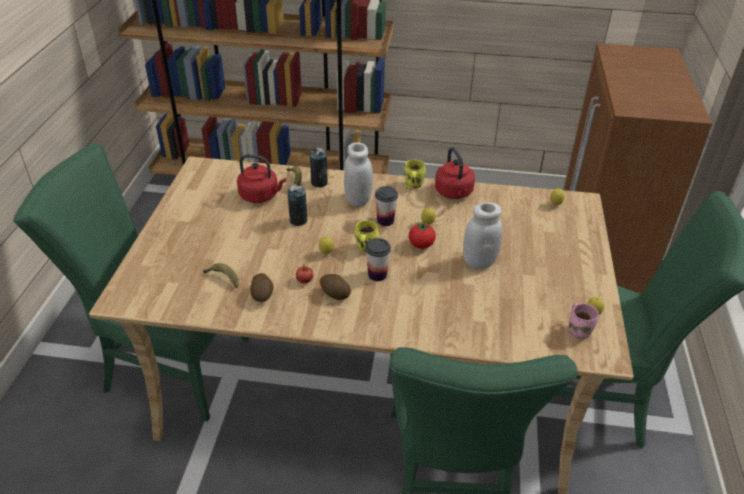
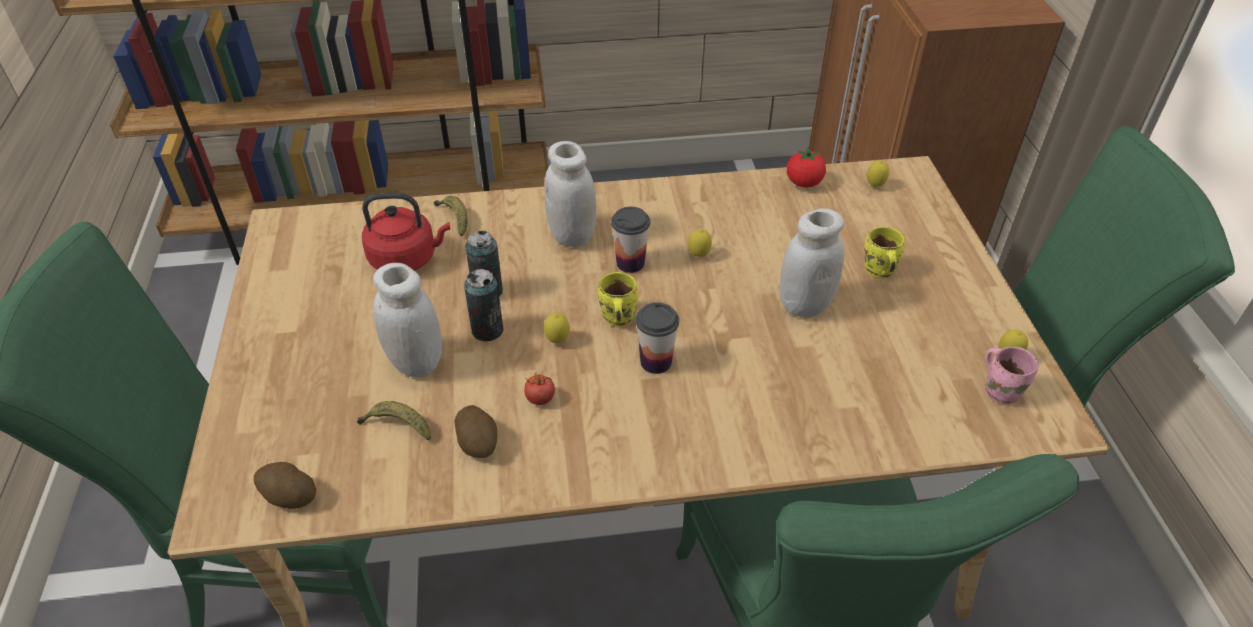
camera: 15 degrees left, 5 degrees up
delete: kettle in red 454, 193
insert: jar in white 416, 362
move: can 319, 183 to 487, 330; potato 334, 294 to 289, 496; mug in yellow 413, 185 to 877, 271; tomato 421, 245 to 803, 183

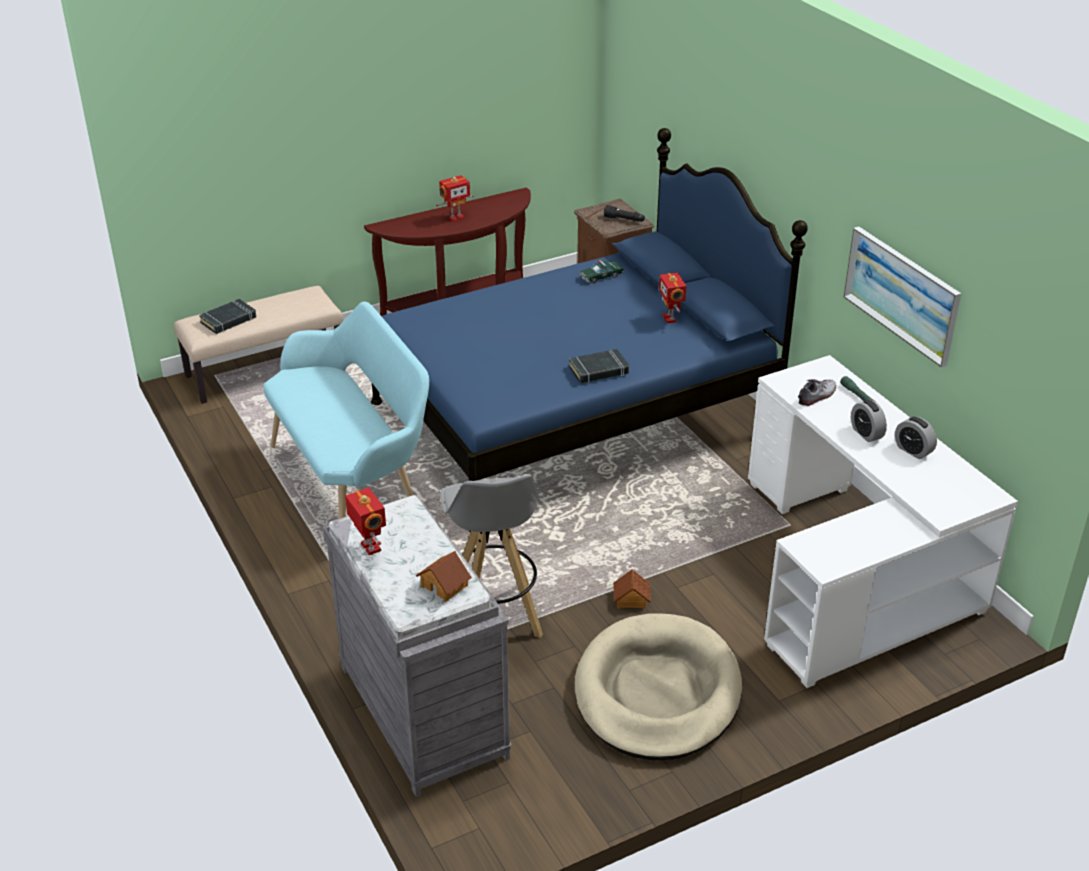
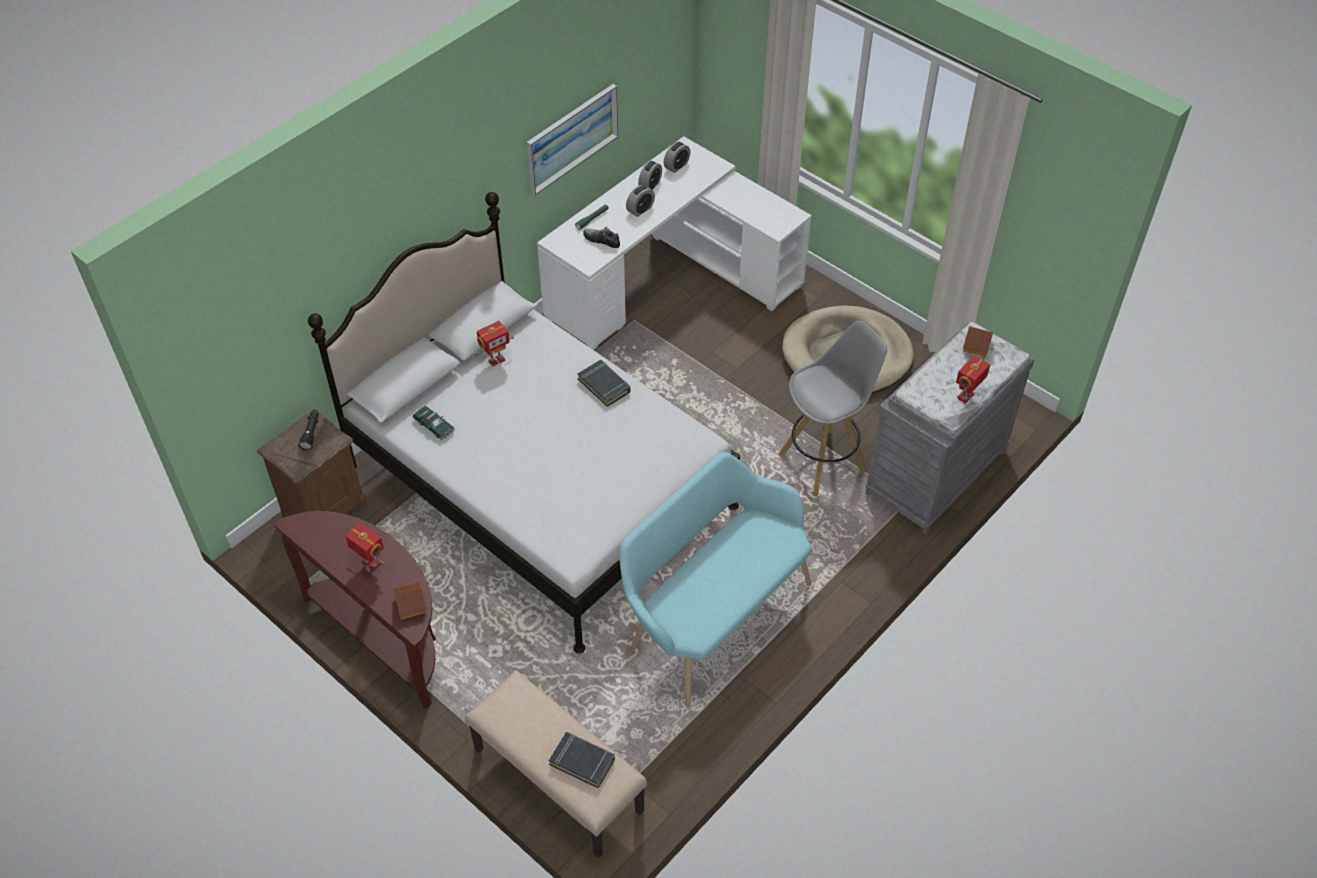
camera: 110 degrees left, 15 degrees up
insert: alarm clock 676, 166
move: toy house 631, 599 to 411, 605
recolor: bed in blue 575, 416 to bed in white 541, 485

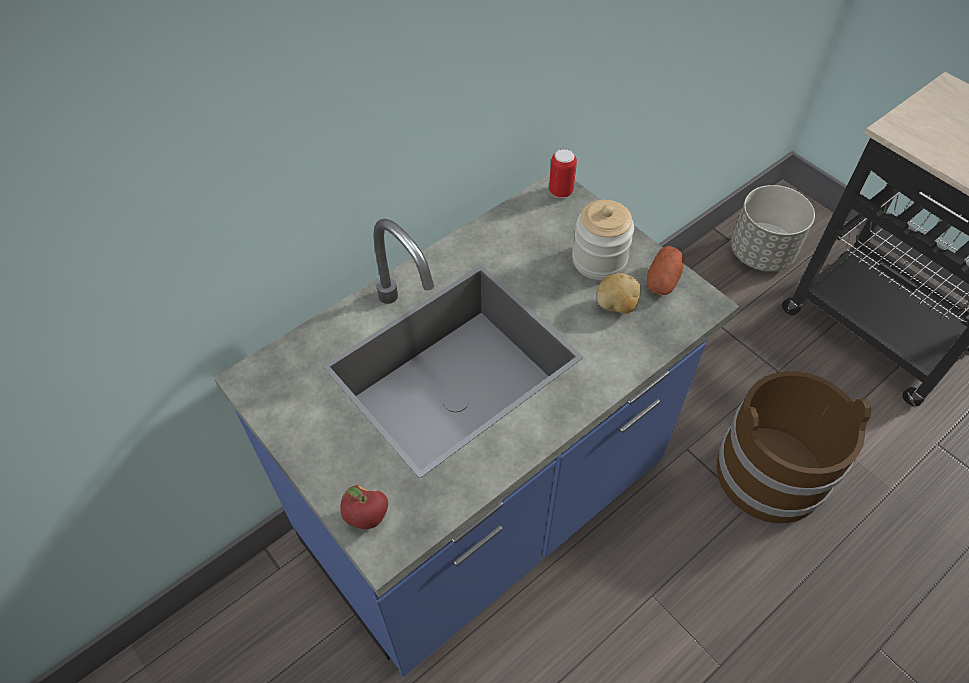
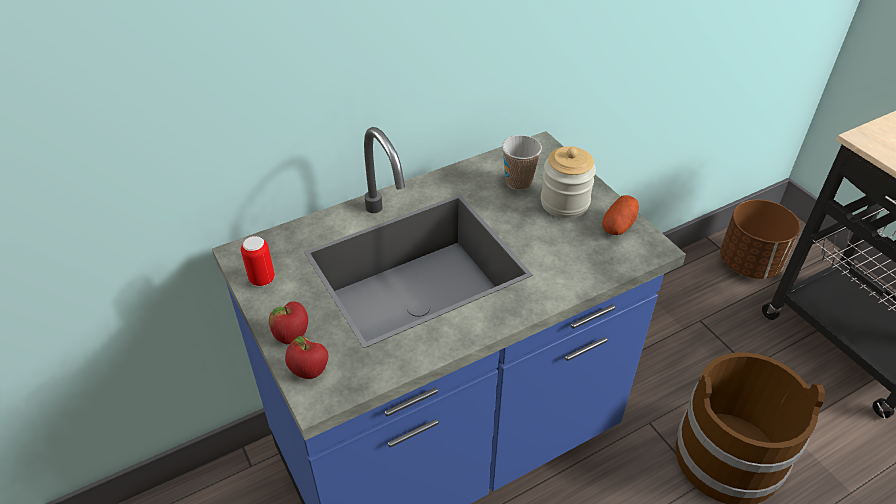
camera: 10 degrees right, 10 degrees down
delete: potato 616, 306
insert: apple 292, 337; cup 518, 182
move: can 560, 191 to 262, 279
recolor: planter in grey 761, 253 to planter in brown 749, 263

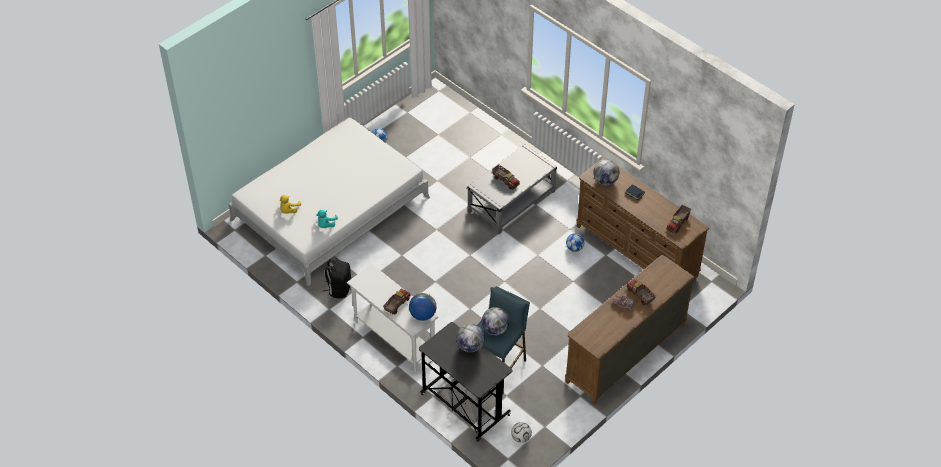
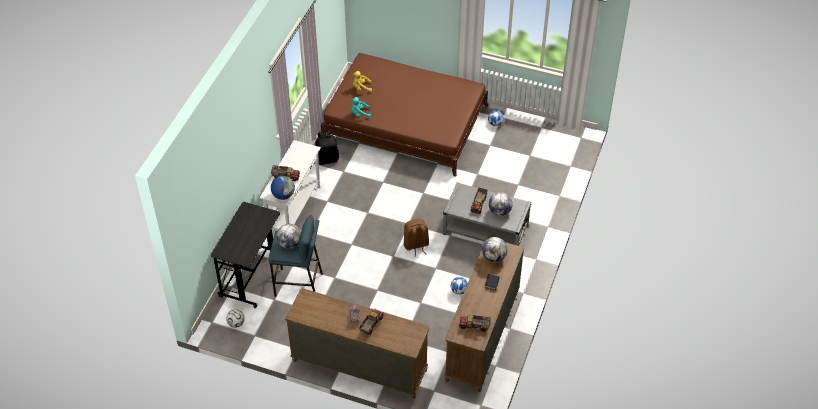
camera: 65 degrees right, 0 degrees up
insert: backpack in brown 416, 245
move: globe 470, 346 to 499, 211
recolor: bed in white 330, 208 to bed in brown 405, 123

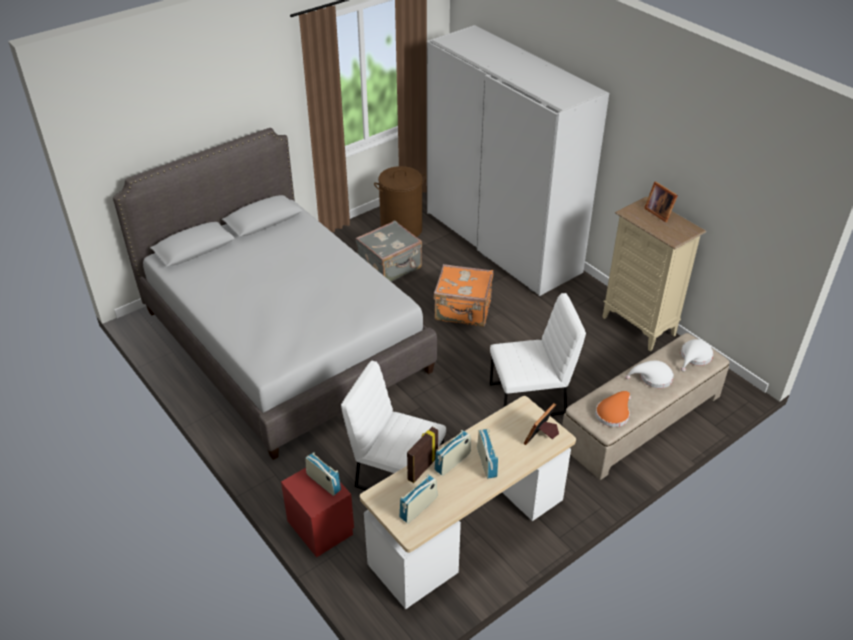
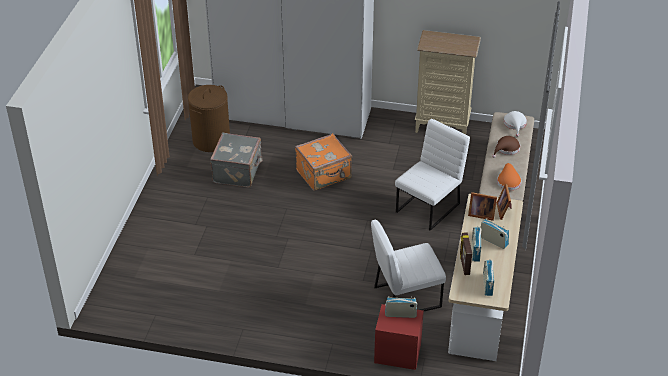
camera: 40 degrees left, 0 degrees up
delete: bed in grey 285, 340
move: picture frame 659, 212 to 480, 214
recolor: hat in white 653, 378 to hat in brown 506, 149

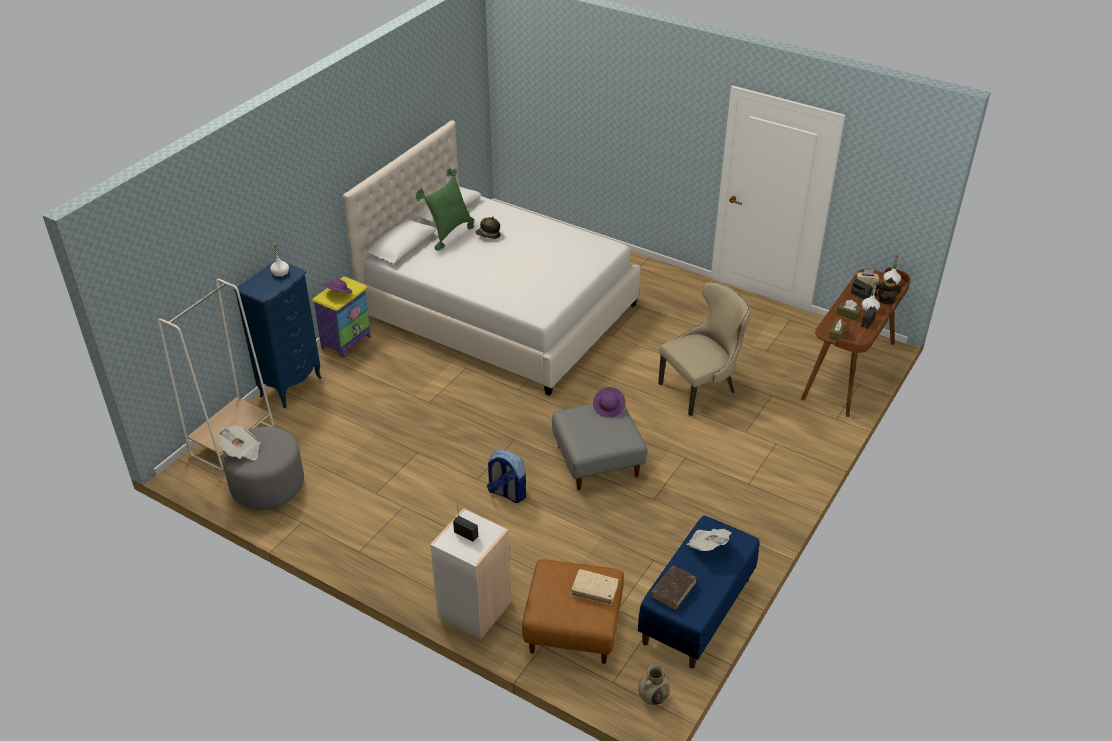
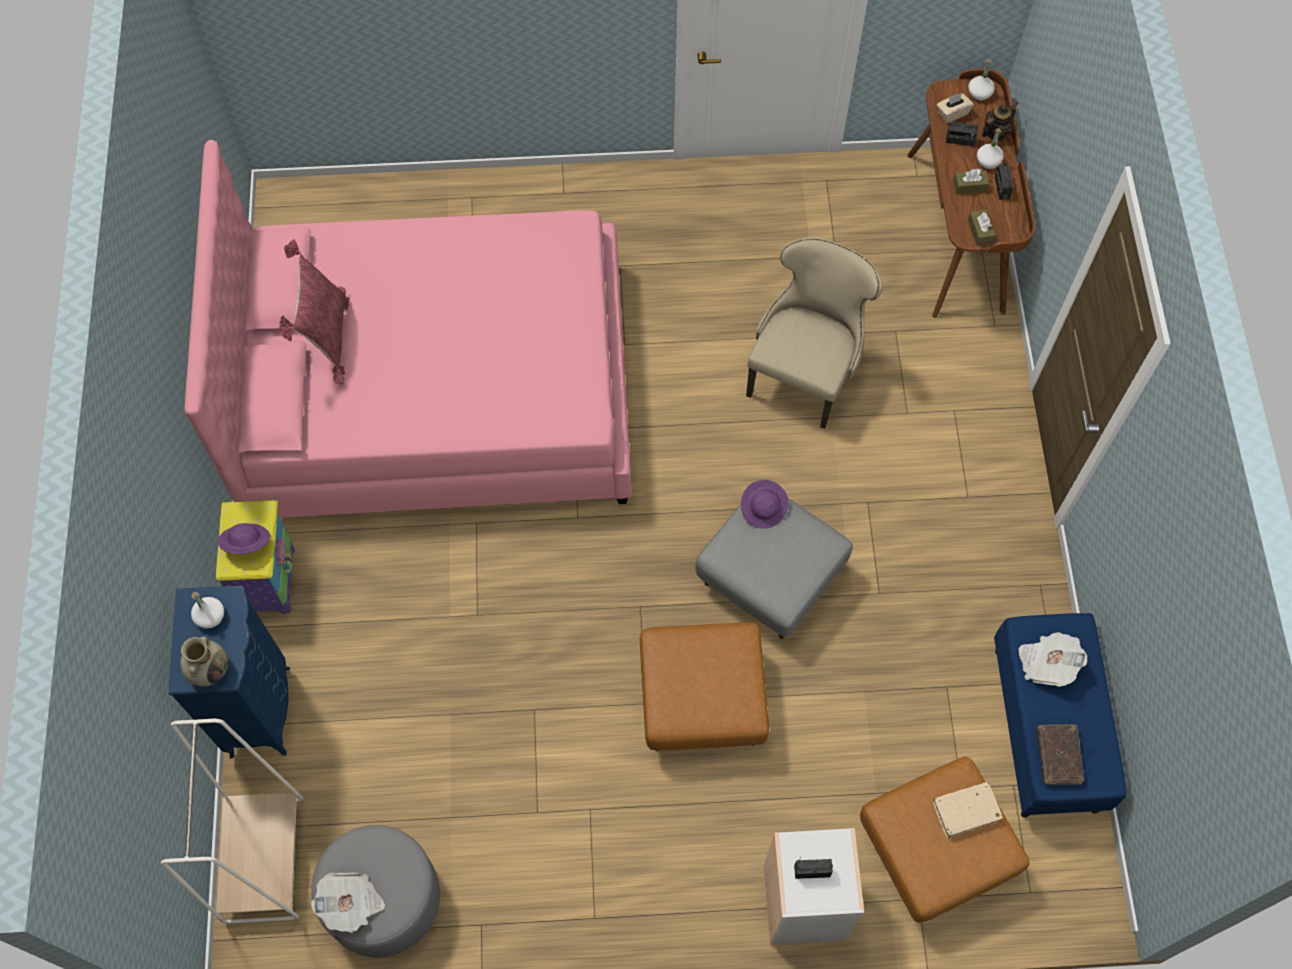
camera: 35 degrees left, 25 degrees up
delete: hat 488, 236
move: vase in beige 653, 697 to 210, 669
replace: backpack 506, 493 to ottoman in brown 700, 701
recolor: bed in white 499, 311 to bed in pink 438, 390; pillow in green 447, 236 to pillow in red 325, 341

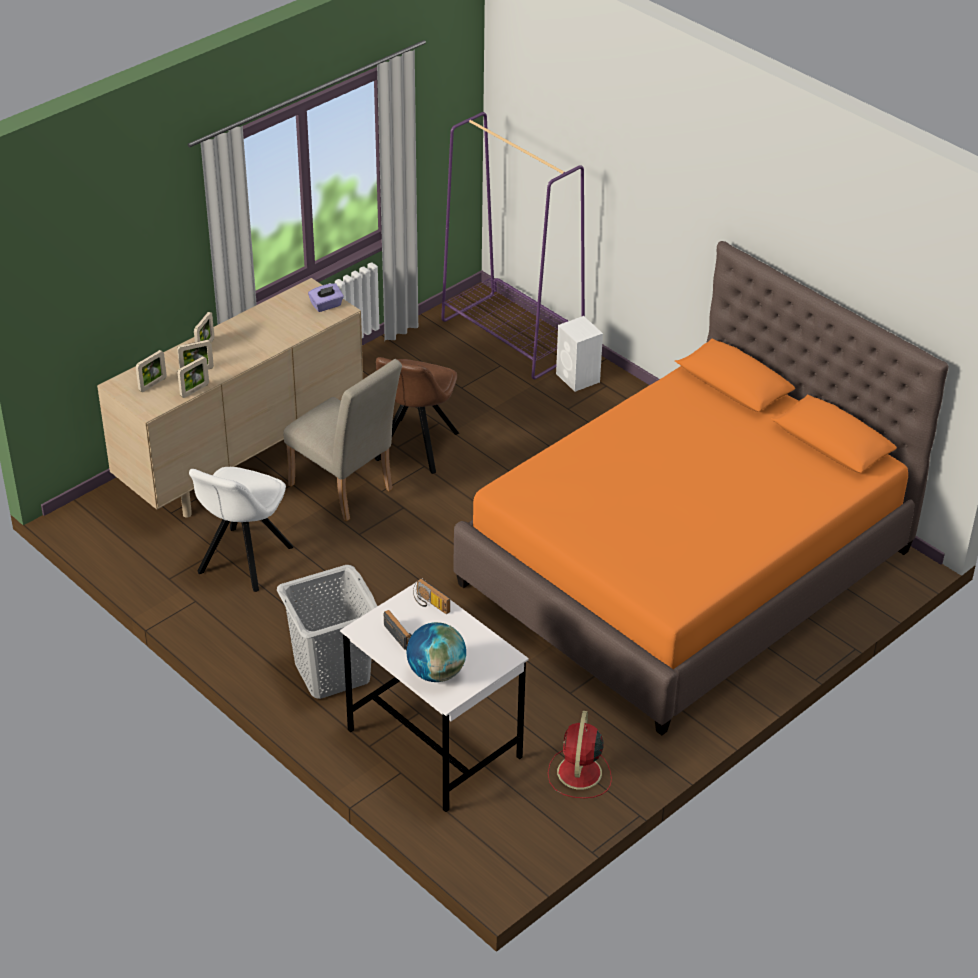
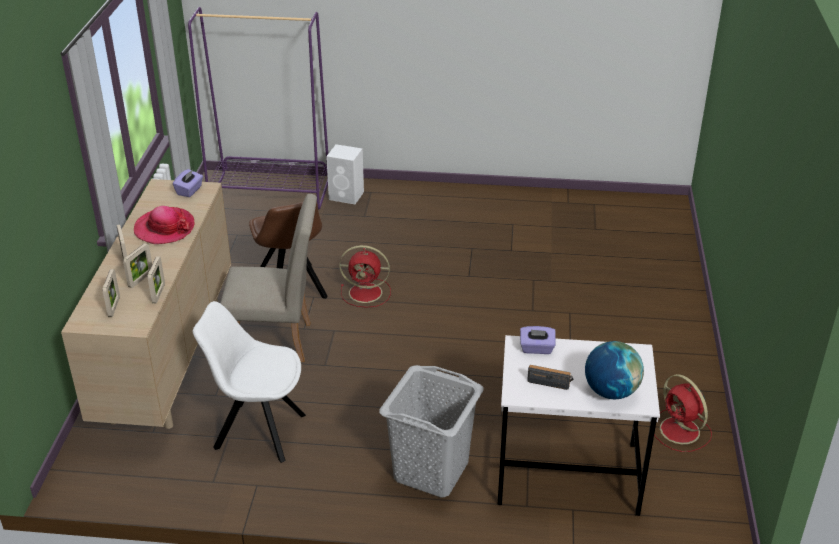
camera: 40 degrees left, 5 degrees down
delete: bed in orange 686, 567
insert: hat 164, 228; fan in red 367, 293
replace: radio 429, 604 to tissue box in purple 536, 349
rotate: chair in white 244, 560 = 259, 432 120 degrees clockwise

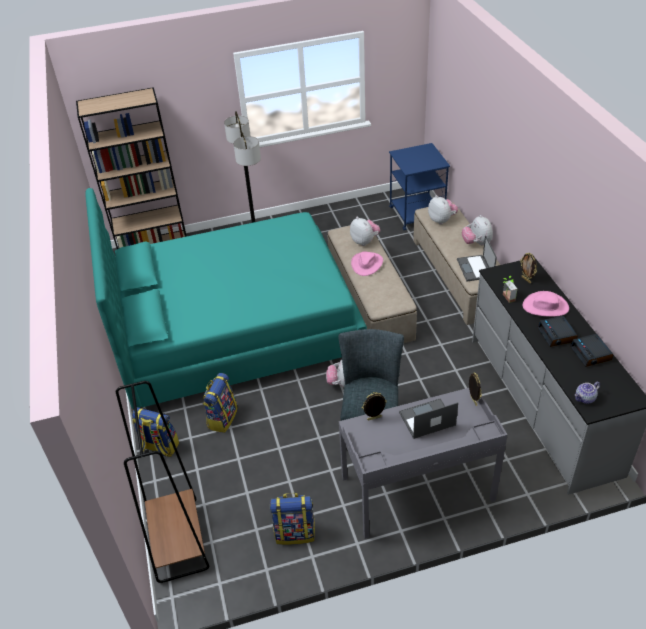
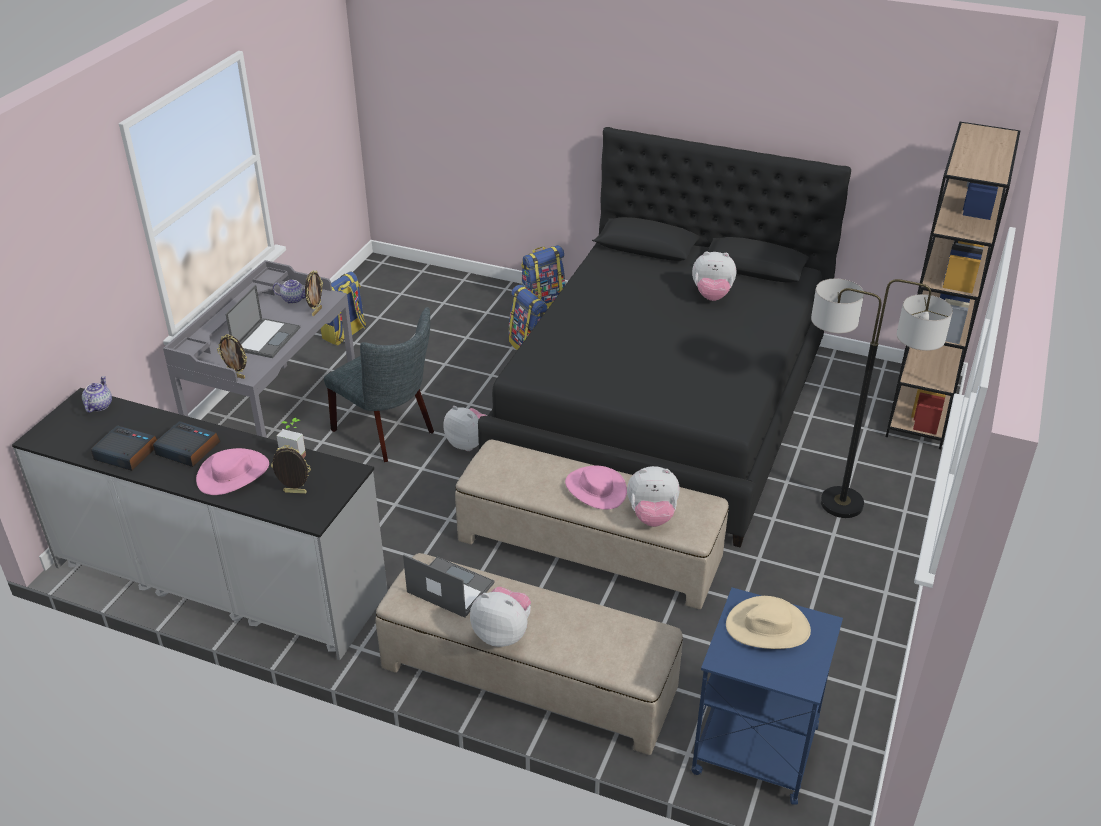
camera: 125 degrees right, 5 degrees down
delete: clothes rack 178, 540
insert: teapot 294, 299; hat in beige 768, 627
move: plush toy 442, 220 to 712, 296
recolor: bed in turquoise 236, 329 to bed in black 663, 409

